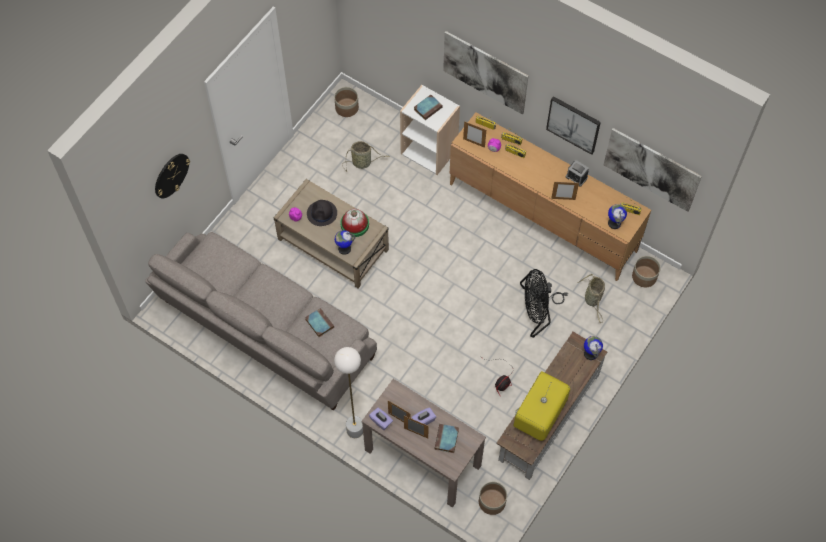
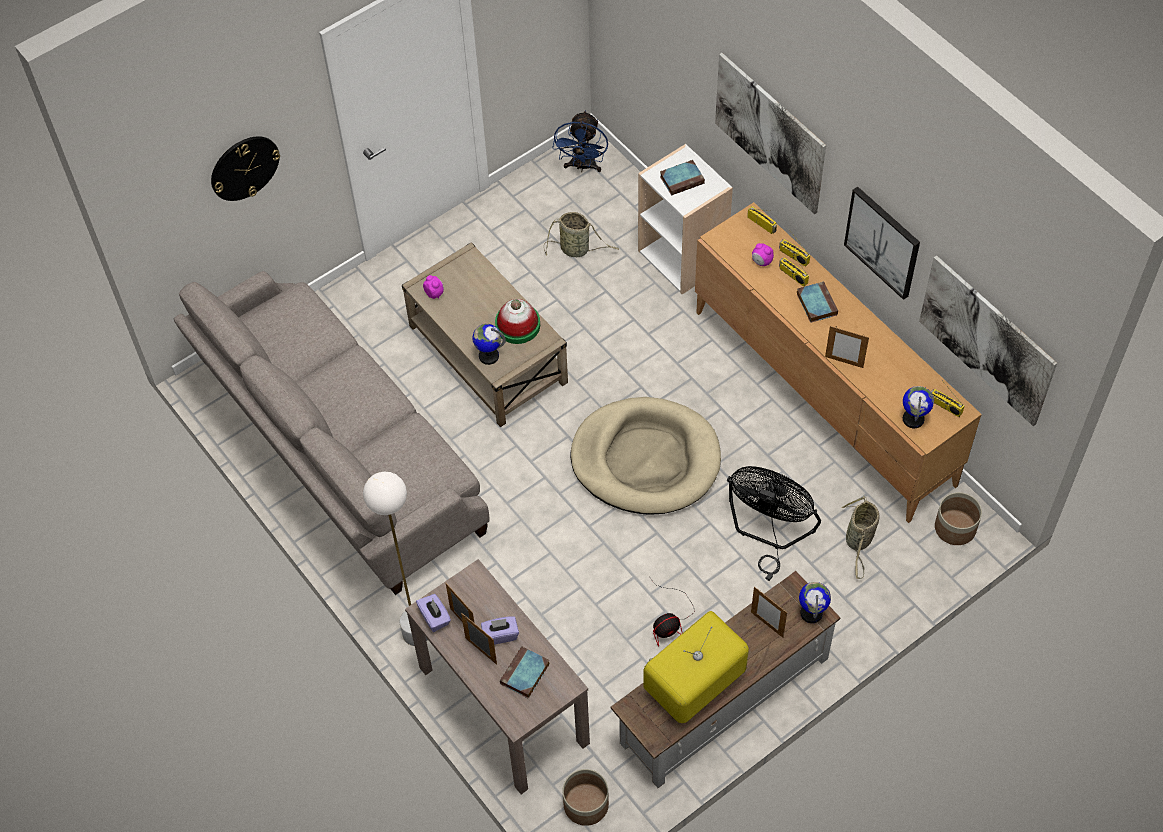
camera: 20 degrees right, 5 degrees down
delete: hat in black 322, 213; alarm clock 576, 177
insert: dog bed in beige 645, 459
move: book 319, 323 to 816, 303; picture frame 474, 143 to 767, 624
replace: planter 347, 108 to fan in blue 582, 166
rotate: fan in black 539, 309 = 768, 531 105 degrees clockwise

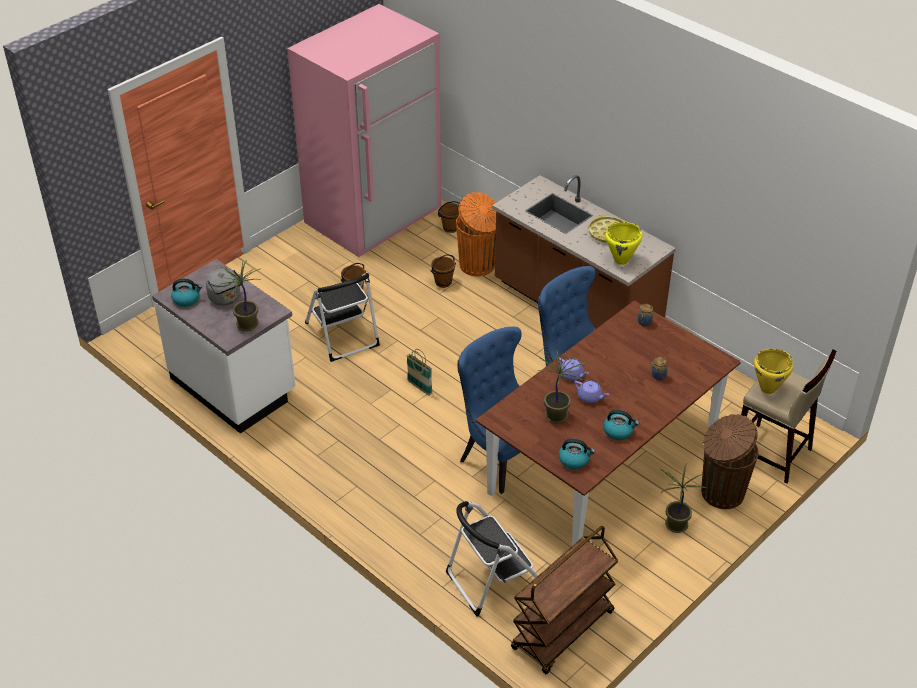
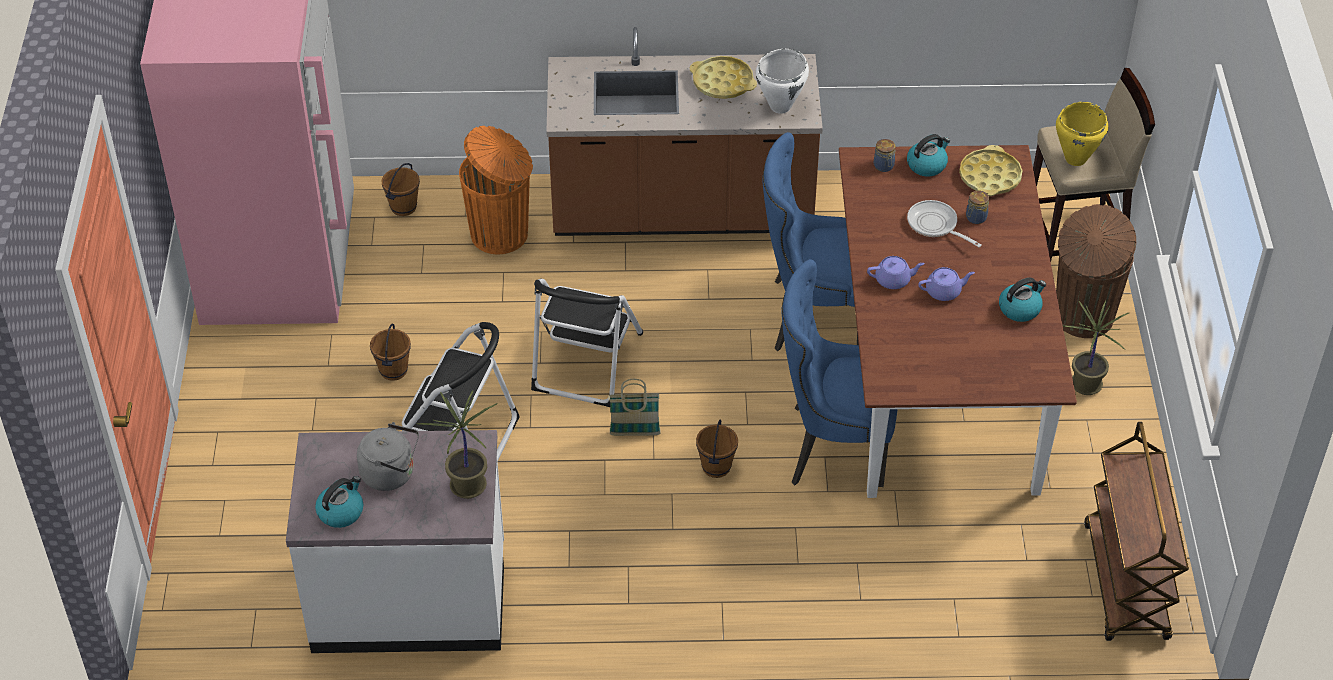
camera: 45 degrees left, 5 degrees up
delete: potted plant 557, 416
insert: frying pan 935, 225; tray in yellow 989, 177
move: bucket in brown 443, 282 to 717, 467; step ladder 492, 579 to 585, 364; kettle 574, 460 to 927, 165
recolor: cooking pot in yellow 621, 260 to cooking pot in white 781, 106

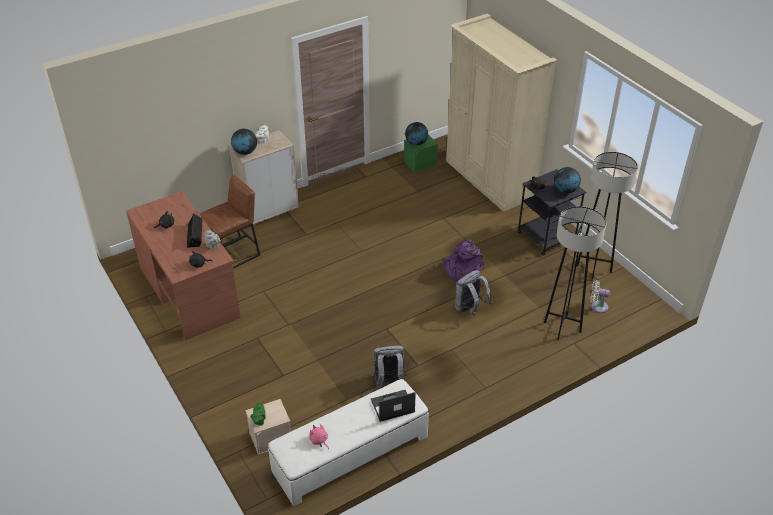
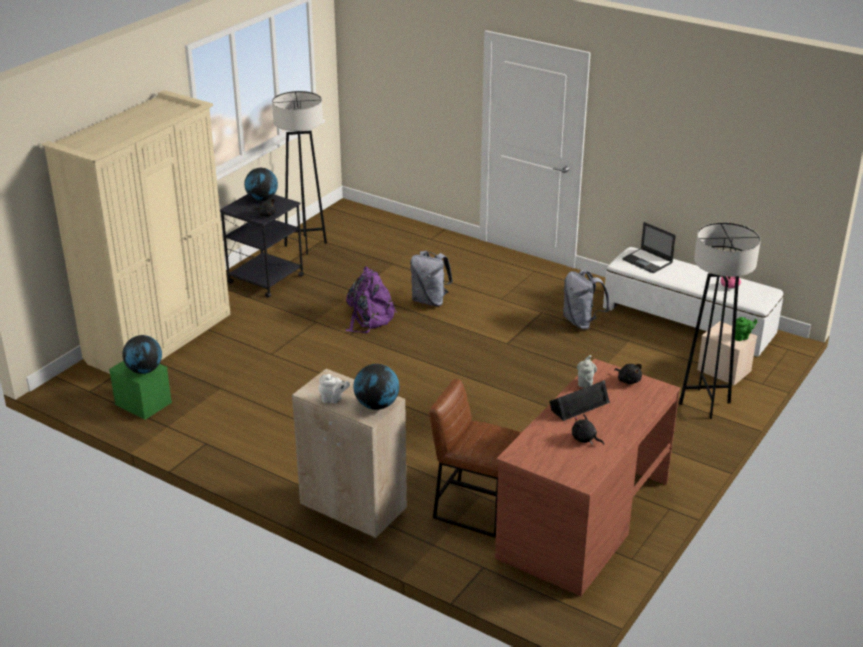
camera: 115 degrees left, 10 degrees down
delete: fan in white 597, 306
move: floor lamp in grey 562, 327 to 704, 403

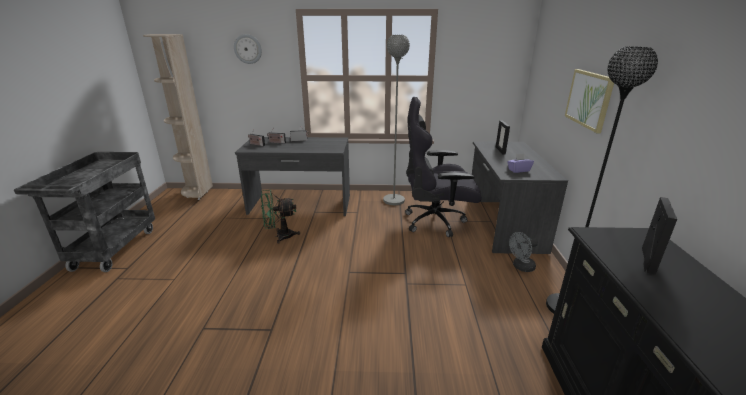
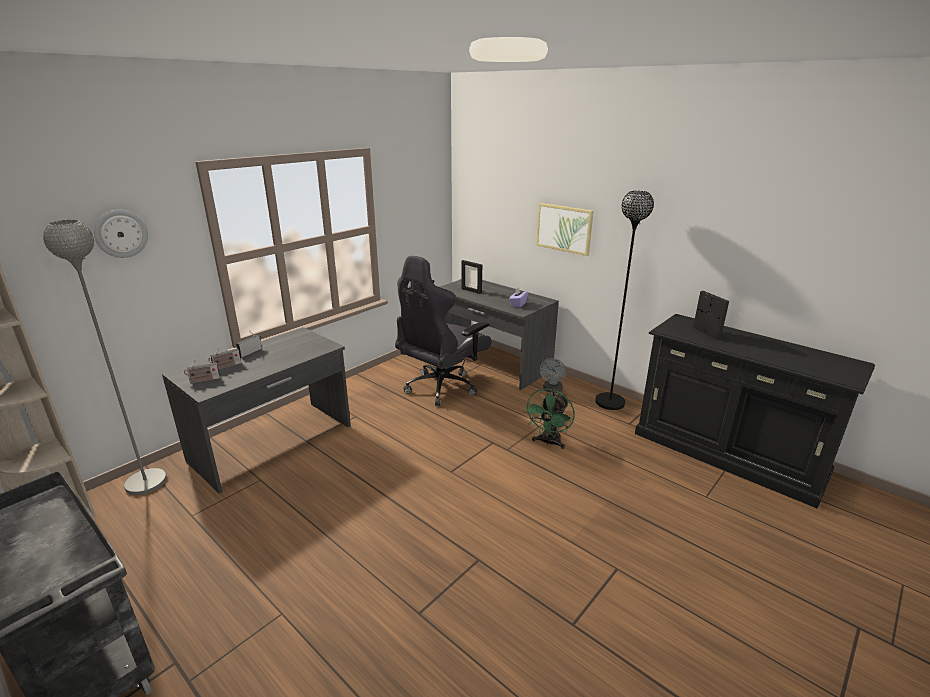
camera: 50 degrees left, 0 degrees up
move: fan in green 280, 236 to 548, 442; floor lamp in grey 394, 200 to 146, 482

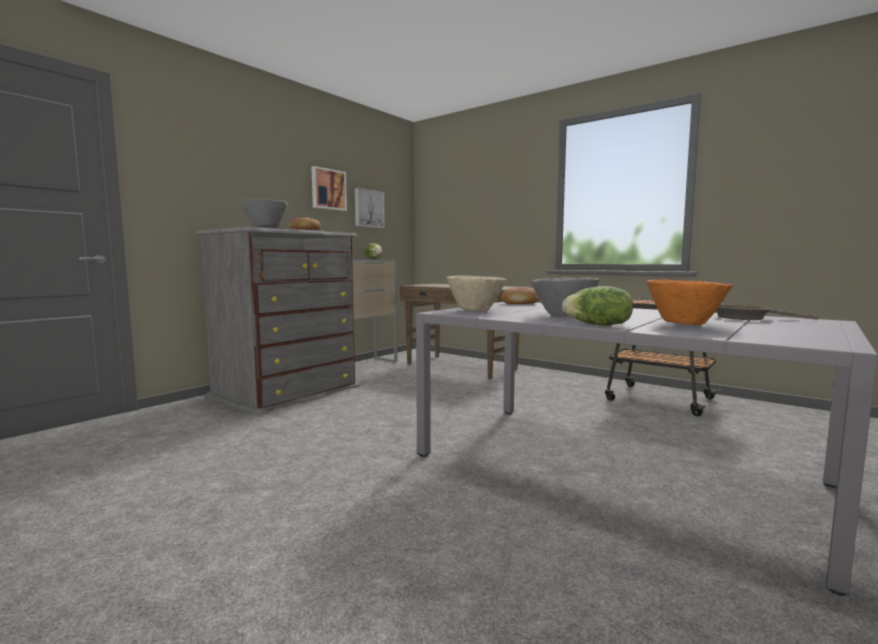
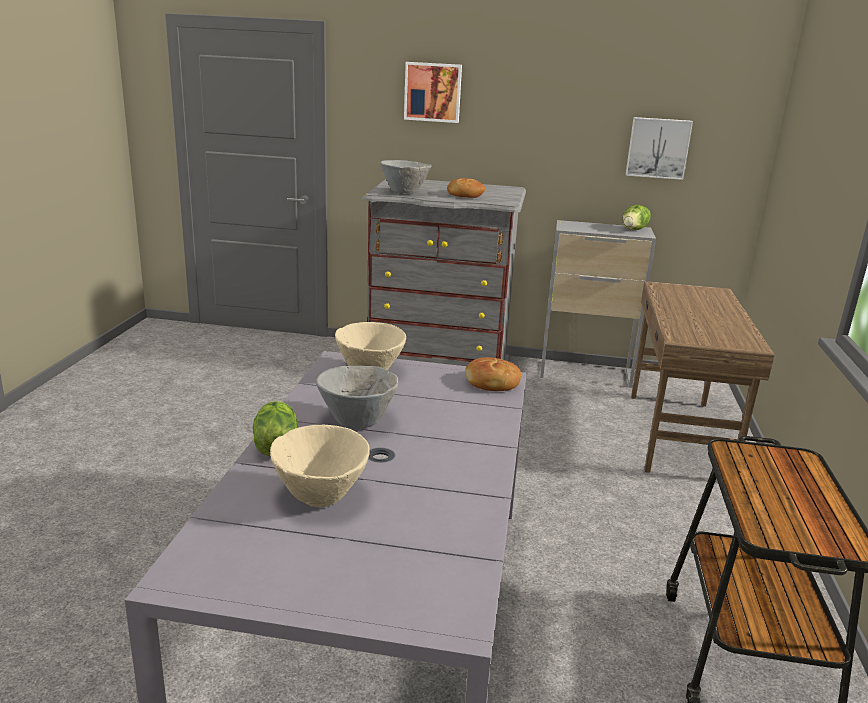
camera: 60 degrees right, 15 degrees up
delete: frying pan in brown 746, 318
move: picture 328, 189 to 433, 92
recolor: bowl in orange 686, 324 to bowl in beige 321, 497

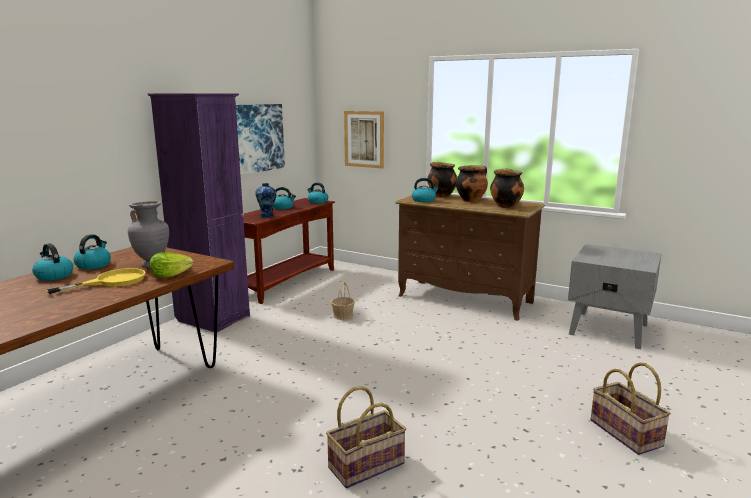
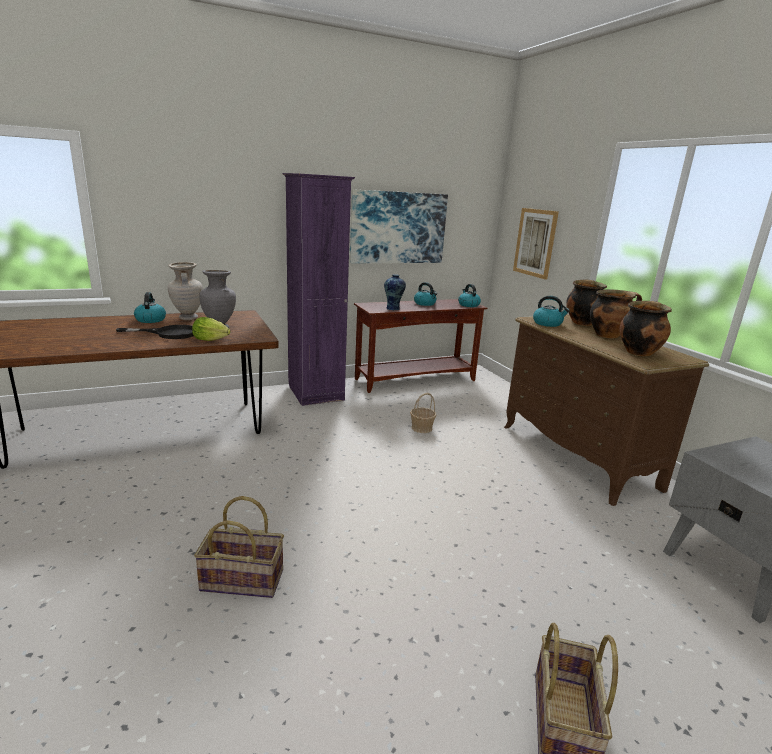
camera: 35 degrees right, 5 degrees up
replace: kettle 93, 265 to vase in beige 187, 318
recolor: frying pan in yellow 112, 281 to frying pan in black 169, 333

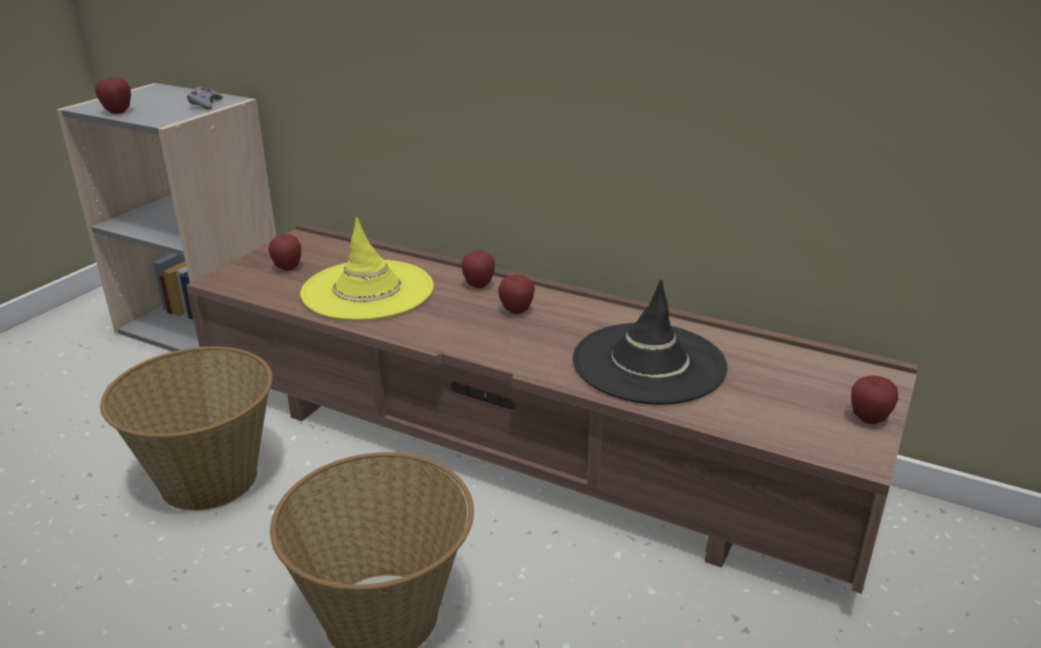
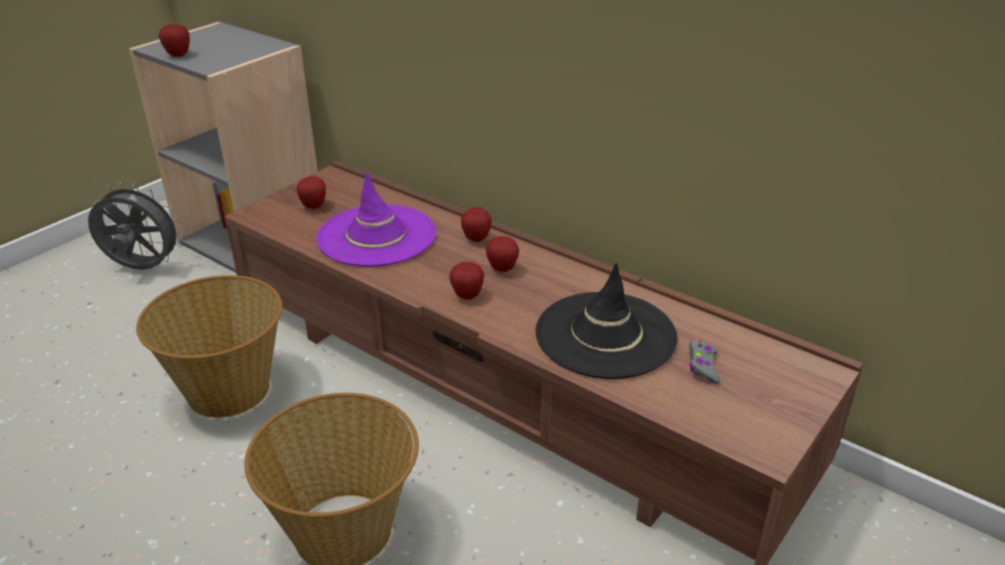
camera: 10 degrees right, 5 degrees up
insert: fan in grey 142, 269
move: game controller in grey 205, 104 to 703, 366; apple 868, 419 to 467, 296
recolor: hat in yellow 368, 291 to hat in purple 377, 236

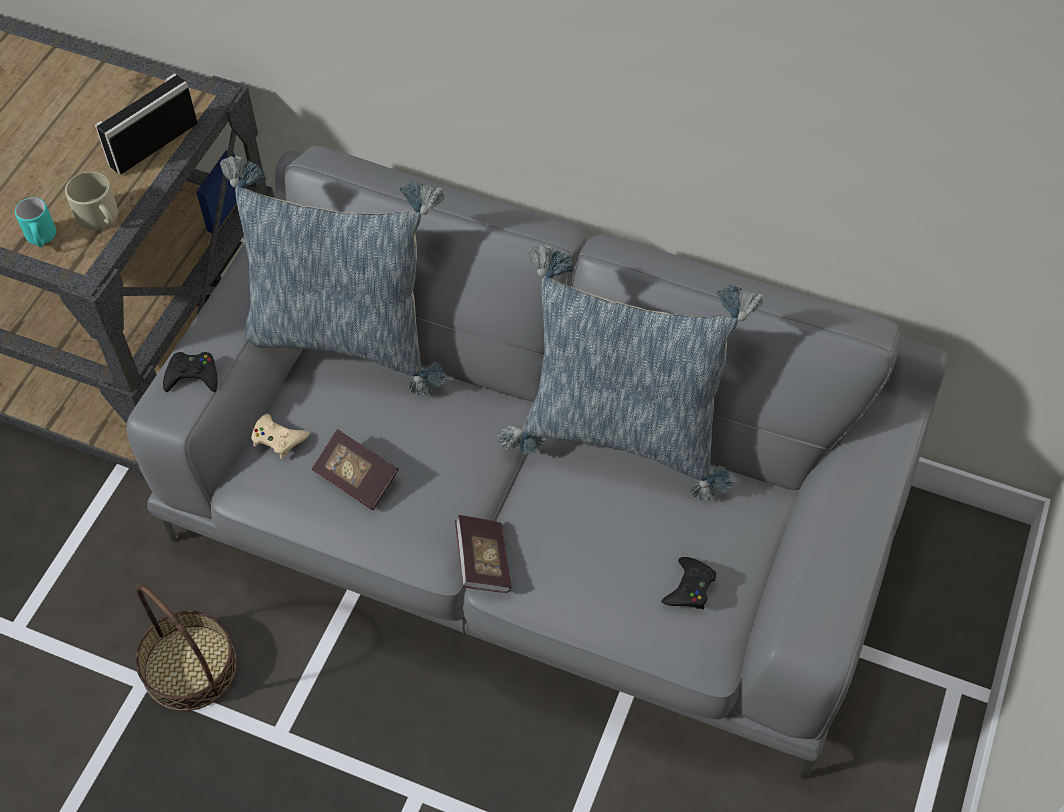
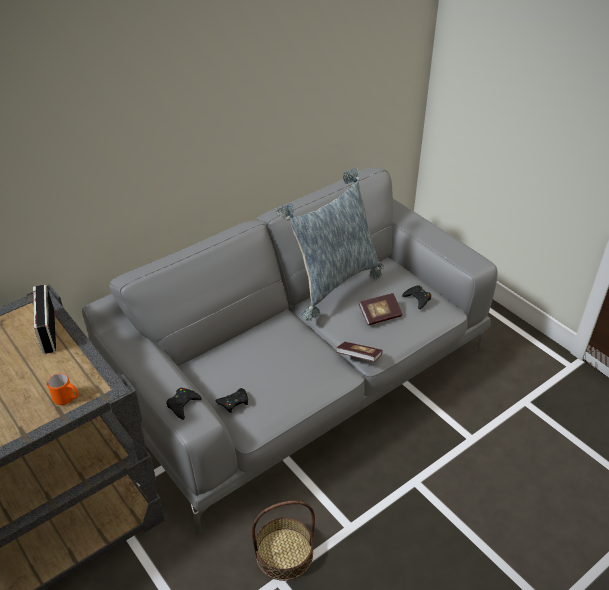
camera: 60 degrees left, 15 degrees down
delete: mug in beige 100, 217; pillow 344, 348
move: book 356, 478 to 380, 315
recolor: mug in turquoise 42, 239 to mug in orange 67, 399; game controller in beige 278, 439 to game controller in black 233, 402

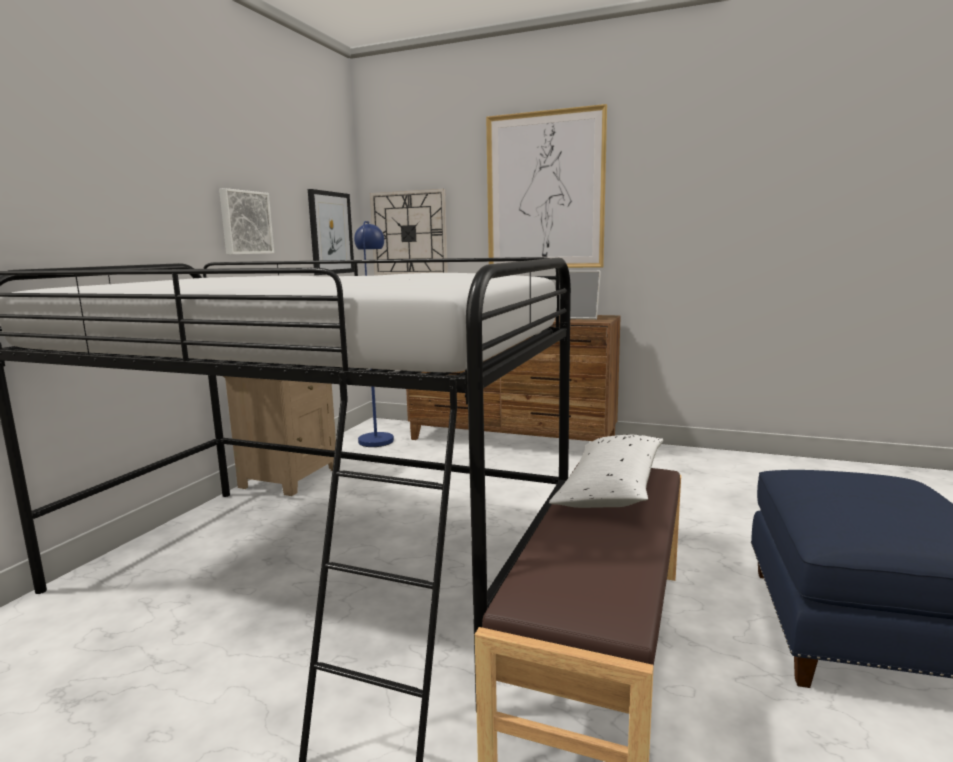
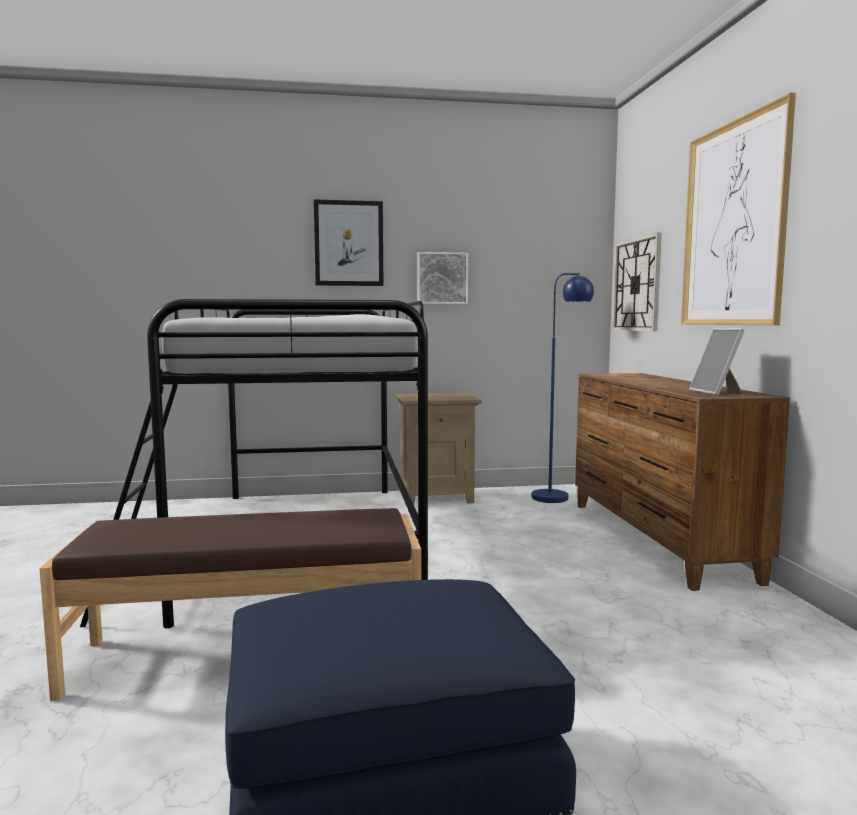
camera: 60 degrees right, 5 degrees down
delete: pillow in white 611, 487
move: picture 330, 233 to 349, 243

